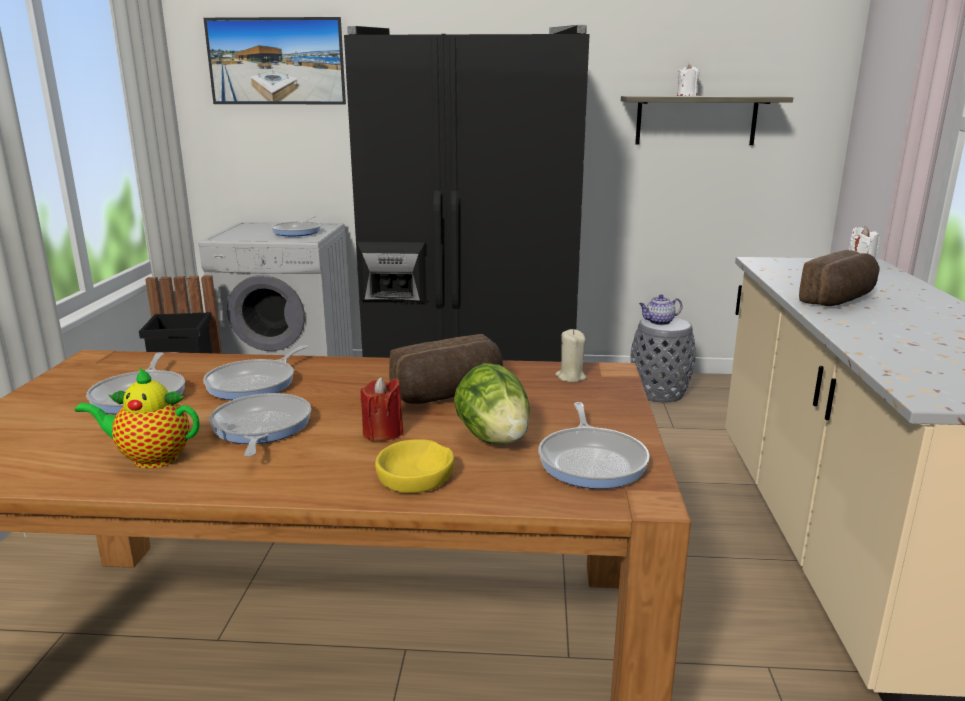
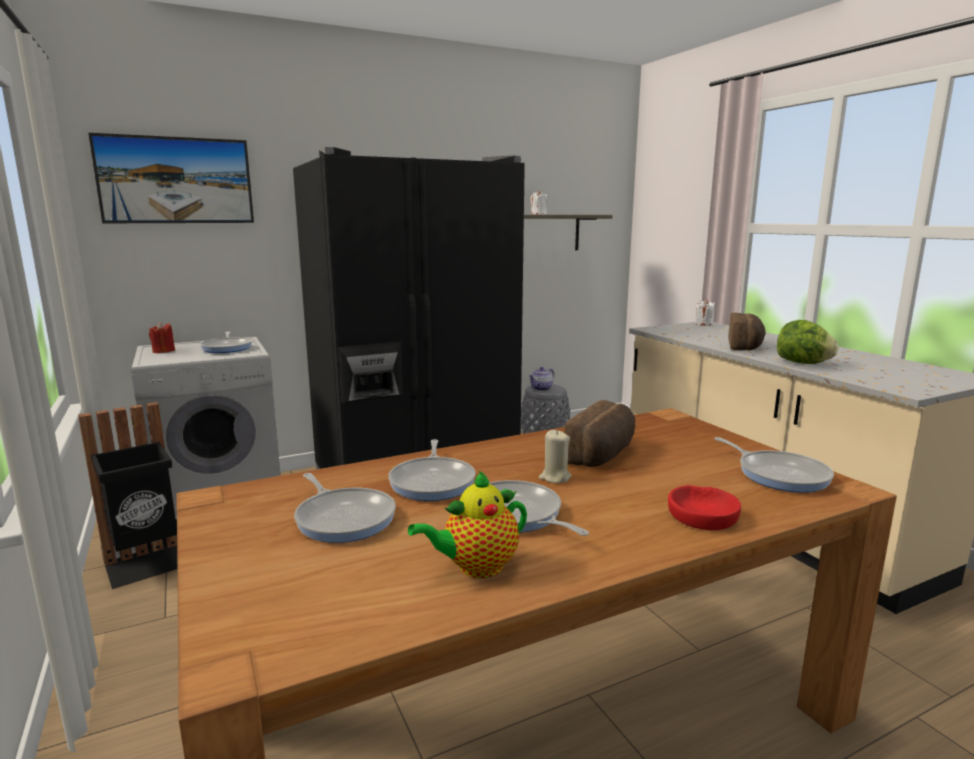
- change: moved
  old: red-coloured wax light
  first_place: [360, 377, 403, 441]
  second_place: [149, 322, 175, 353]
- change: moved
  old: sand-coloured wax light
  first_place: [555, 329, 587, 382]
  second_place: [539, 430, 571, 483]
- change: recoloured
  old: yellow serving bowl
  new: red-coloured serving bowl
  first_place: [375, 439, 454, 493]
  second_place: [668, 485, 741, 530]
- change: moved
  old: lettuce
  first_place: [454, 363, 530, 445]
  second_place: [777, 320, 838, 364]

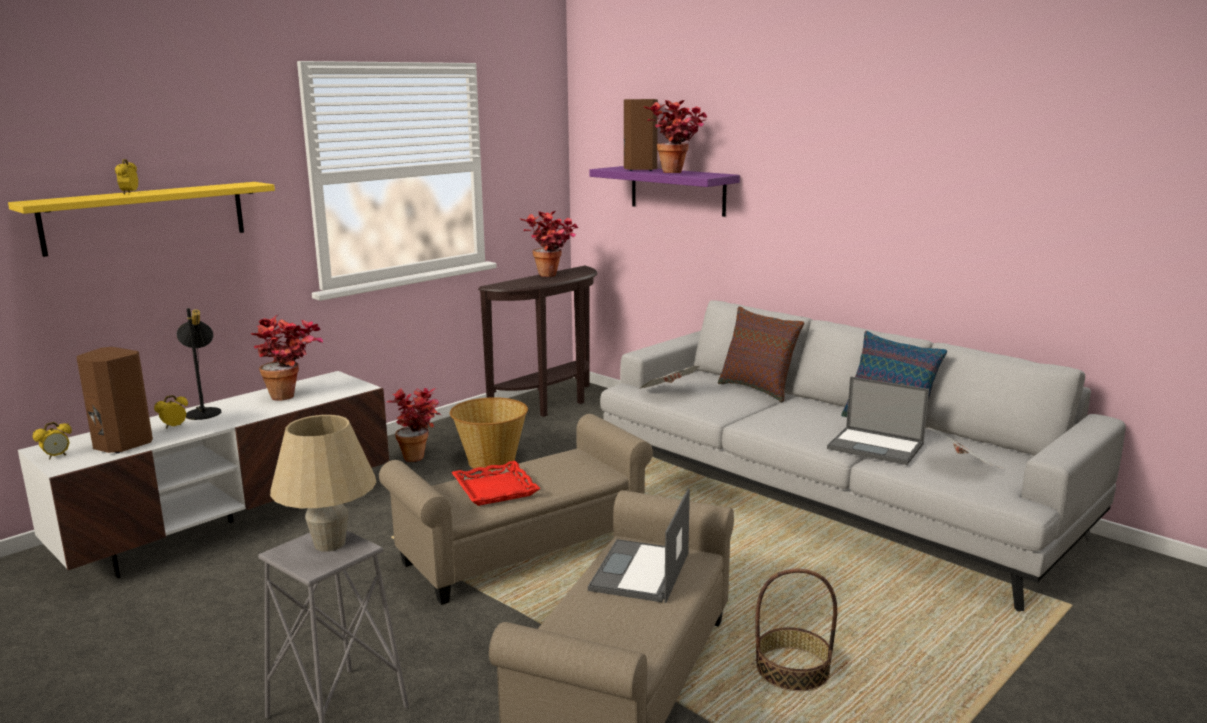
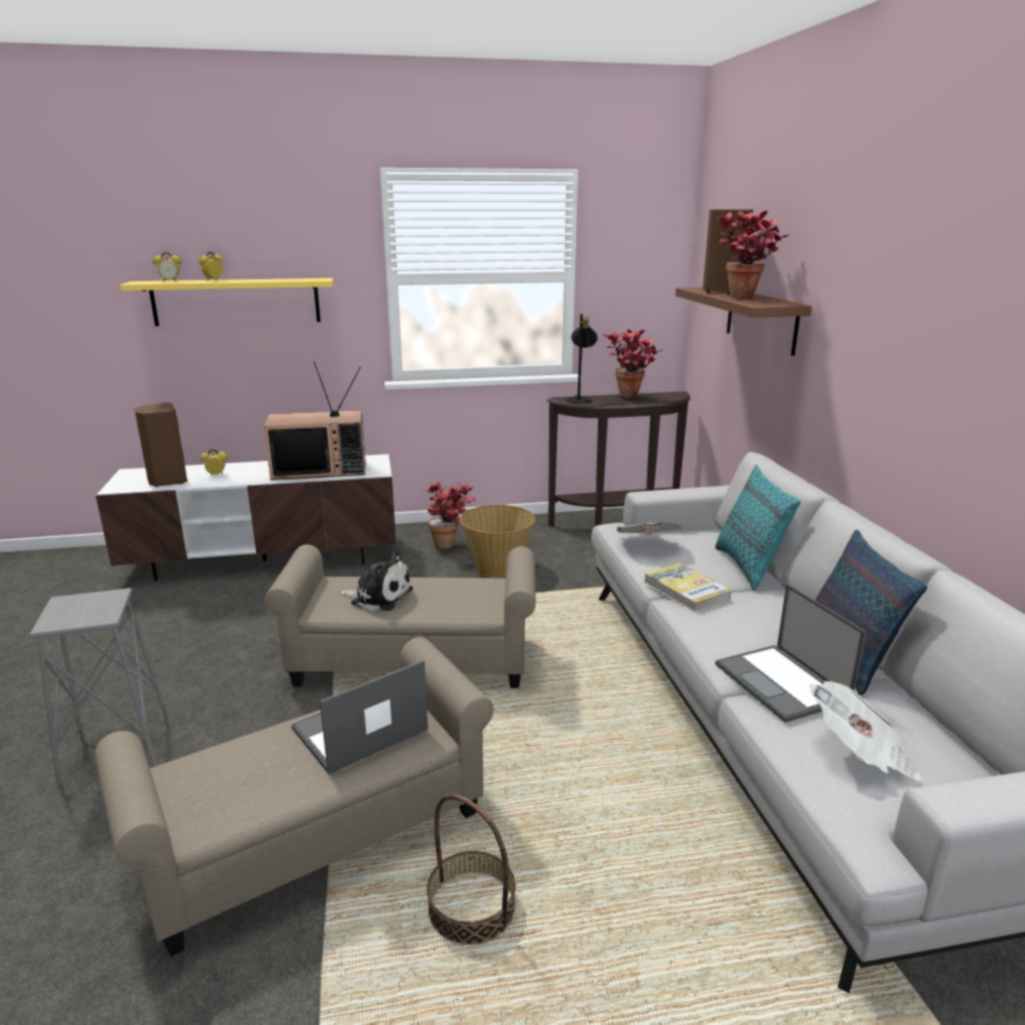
- change: moved
  old: bedside clock
  first_place: [32, 422, 72, 460]
  second_place: [153, 252, 182, 282]
- change: replaced
  old: plant in a pot
  new: TV set
  first_place: [250, 315, 323, 401]
  second_place: [264, 362, 365, 480]
- change: replaced
  old: red-coloured carrying tray
  new: cuddly toy
  first_place: [451, 461, 541, 506]
  second_place: [339, 551, 413, 611]
- change: moved
  old: black table lamp
  first_place: [176, 308, 221, 420]
  second_place: [566, 314, 598, 404]
- change: added
  new: book
  second_place: [644, 563, 731, 612]
- change: recoloured
  old: purple bracket shelf
  new: brown bracket shelf
  first_place: [589, 166, 740, 217]
  second_place: [675, 287, 812, 356]
- change: recoloured
  old: brown pillow
  new: turquoise-coloured pillow
  first_place: [718, 306, 804, 402]
  second_place: [715, 465, 801, 590]
- change: removed
  old: sand-coloured table lamp
  first_place: [270, 415, 376, 552]

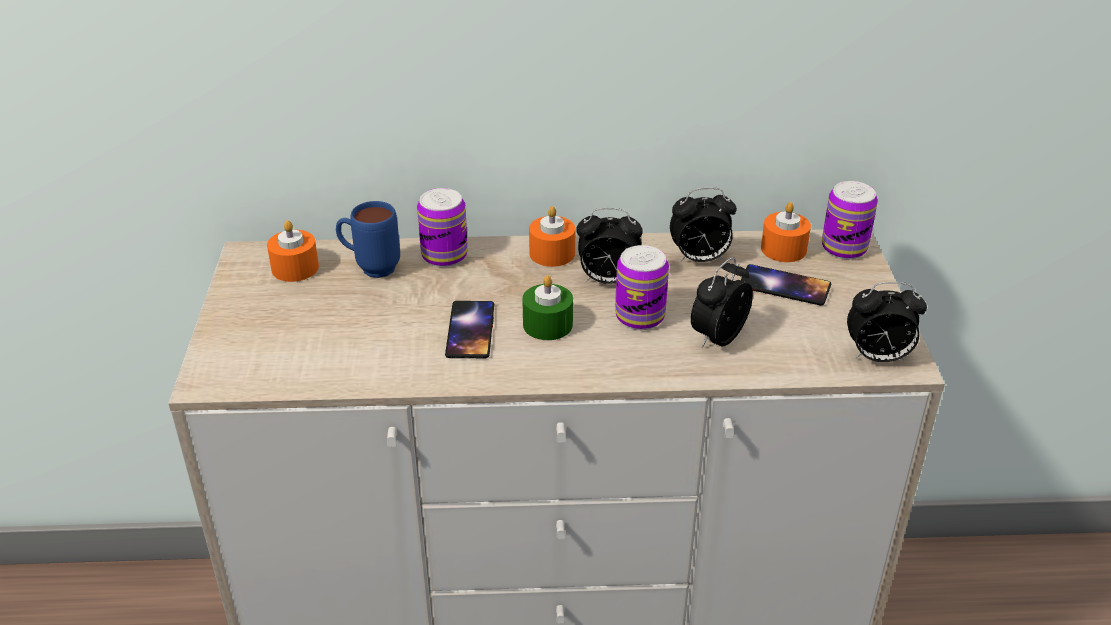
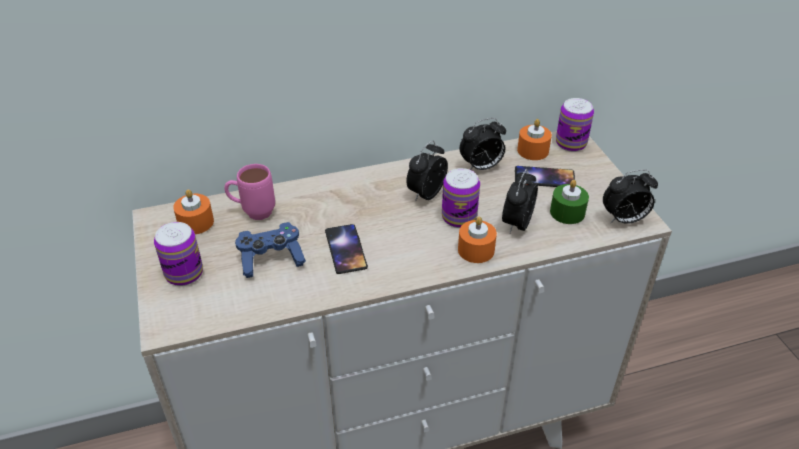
- change: moved
  old: can
  first_place: [417, 188, 468, 267]
  second_place: [154, 222, 203, 286]
- change: recoloured
  old: bluish coffee mug
  new: pink coffee mug
  first_place: [336, 201, 400, 278]
  second_place: [224, 164, 275, 220]
- change: added
  new: bluish gamepad
  second_place: [235, 222, 306, 278]
- change: turned
  old: bedside clock
  first_place: [576, 208, 643, 284]
  second_place: [406, 141, 448, 202]
  degrees: 135
- change: moved
  old: orange wax light
  first_place: [529, 206, 575, 267]
  second_place: [458, 217, 497, 263]
- change: moved
  old: green wax light
  first_place: [522, 275, 573, 340]
  second_place: [550, 180, 589, 224]

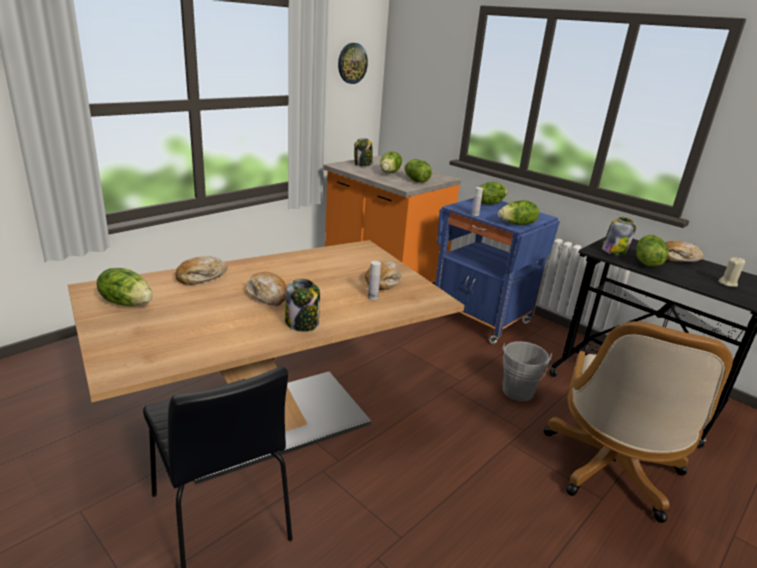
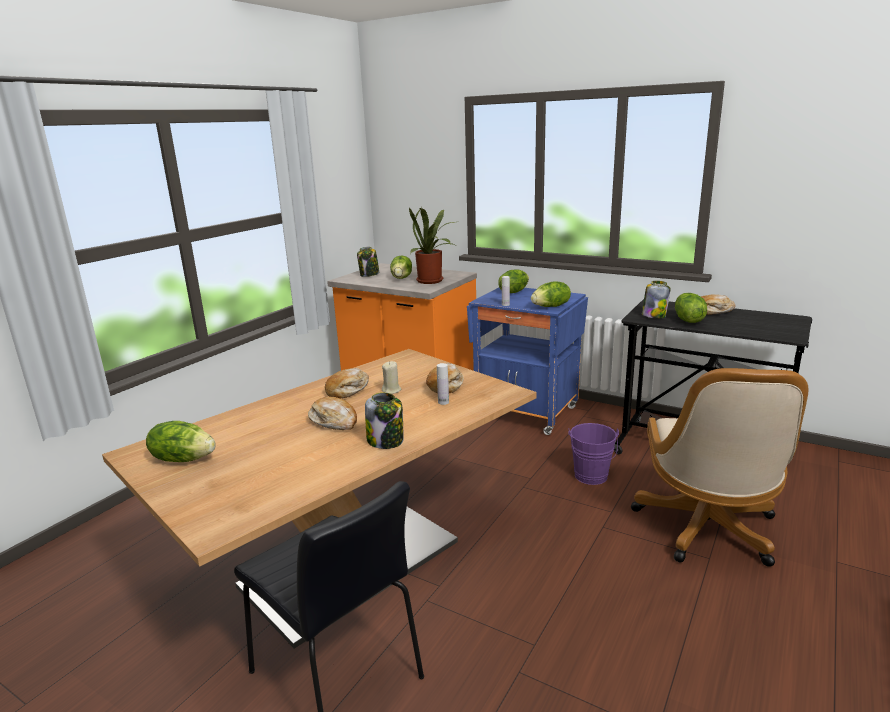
- change: moved
  old: bakery bread
  first_place: [175, 257, 228, 285]
  second_place: [325, 368, 369, 398]
- change: moved
  old: sand-coloured wax light
  first_place: [718, 257, 745, 287]
  second_place: [382, 361, 401, 394]
- change: replaced
  old: lettuce
  new: plant in a pot
  first_place: [404, 159, 432, 182]
  second_place: [409, 207, 455, 284]
- change: recoloured
  old: grey pail
  new: purple pail
  first_place: [502, 341, 552, 401]
  second_place: [568, 423, 619, 485]
- change: removed
  old: wall clock
  first_place: [338, 43, 368, 84]

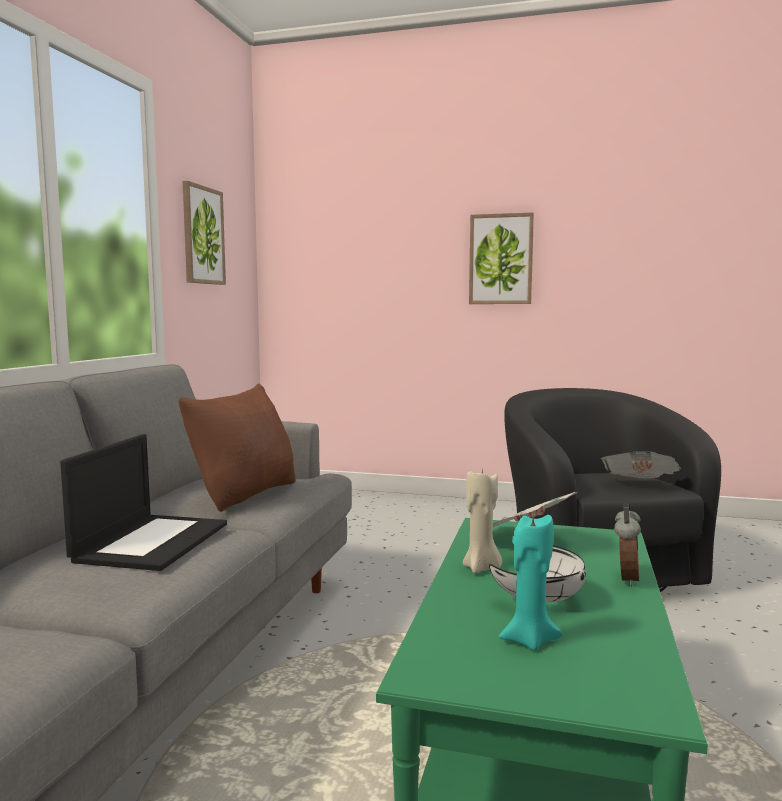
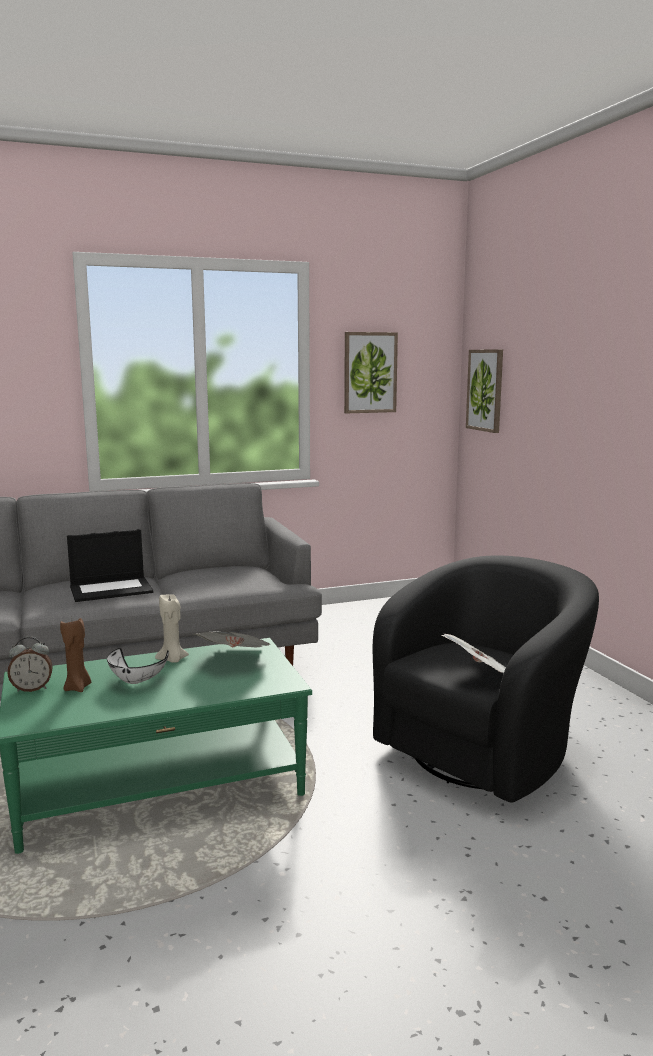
- change: moved
  old: bedside clock
  first_place: [614, 503, 641, 587]
  second_place: [7, 636, 53, 692]
- change: recoloured
  old: turquoise-coloured wax light
  new: brown wax light
  first_place: [499, 515, 562, 651]
  second_place: [60, 616, 91, 692]
- change: moved
  old: wall art
  first_place: [469, 213, 534, 304]
  second_place: [466, 349, 503, 433]
- change: removed
  old: brown pillow
  first_place: [179, 383, 296, 512]

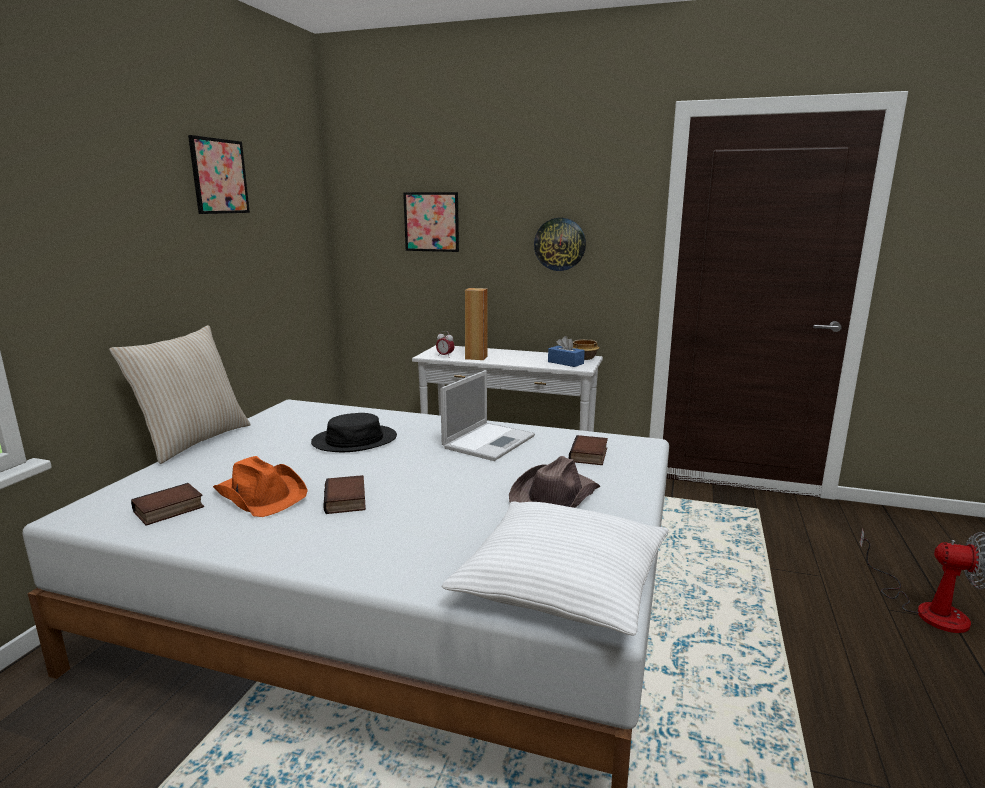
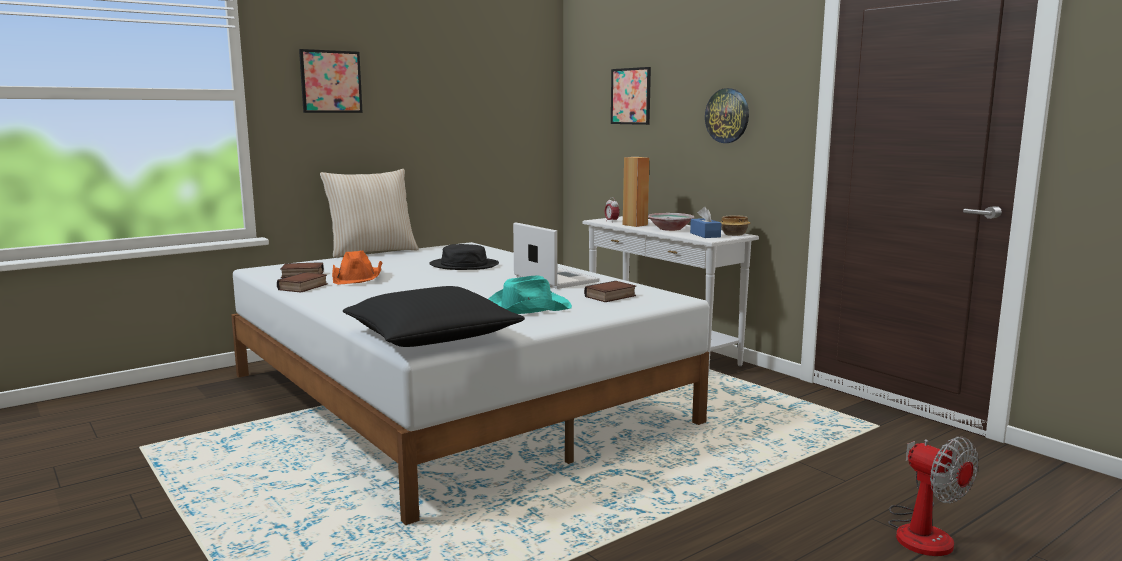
- change: moved
  old: book
  first_place: [323, 475, 366, 514]
  second_place: [277, 272, 328, 293]
- change: moved
  old: wall art
  first_place: [188, 135, 250, 214]
  second_place: [299, 49, 363, 113]
- change: recoloured
  old: white-coloured pillow
  new: black pillow
  first_place: [442, 501, 669, 636]
  second_place: [343, 286, 525, 347]
- change: recoloured
  old: brown wearable hat
  new: turquoise-coloured wearable hat
  first_place: [509, 456, 601, 508]
  second_place: [488, 275, 572, 314]
- change: turned
  old: laptop
  first_place: [440, 370, 535, 461]
  second_place: [513, 222, 600, 289]
  degrees: -105
- change: added
  new: serving bowl
  second_place: [648, 213, 694, 231]

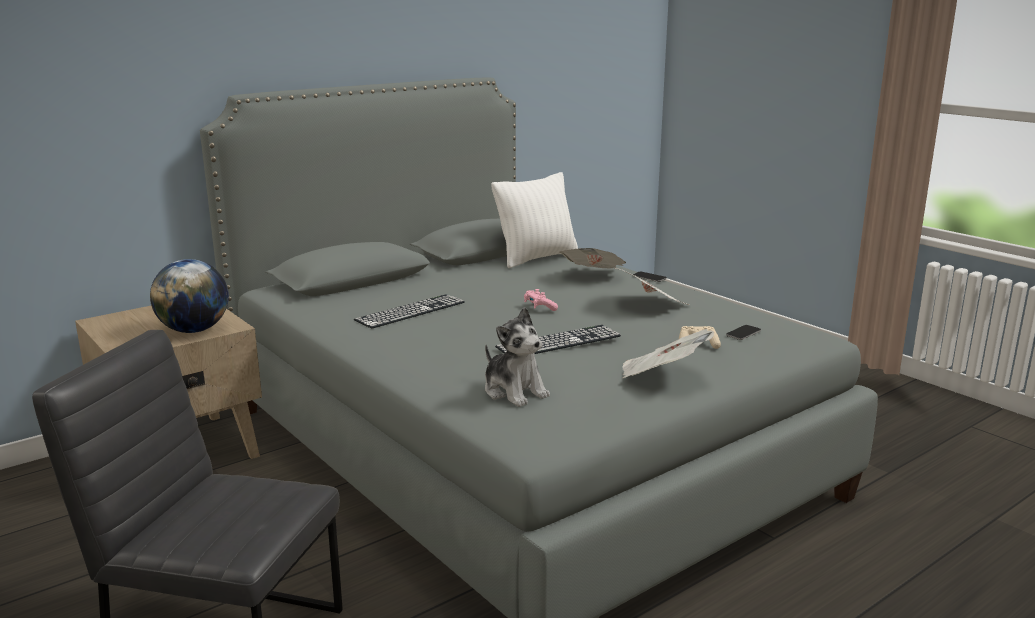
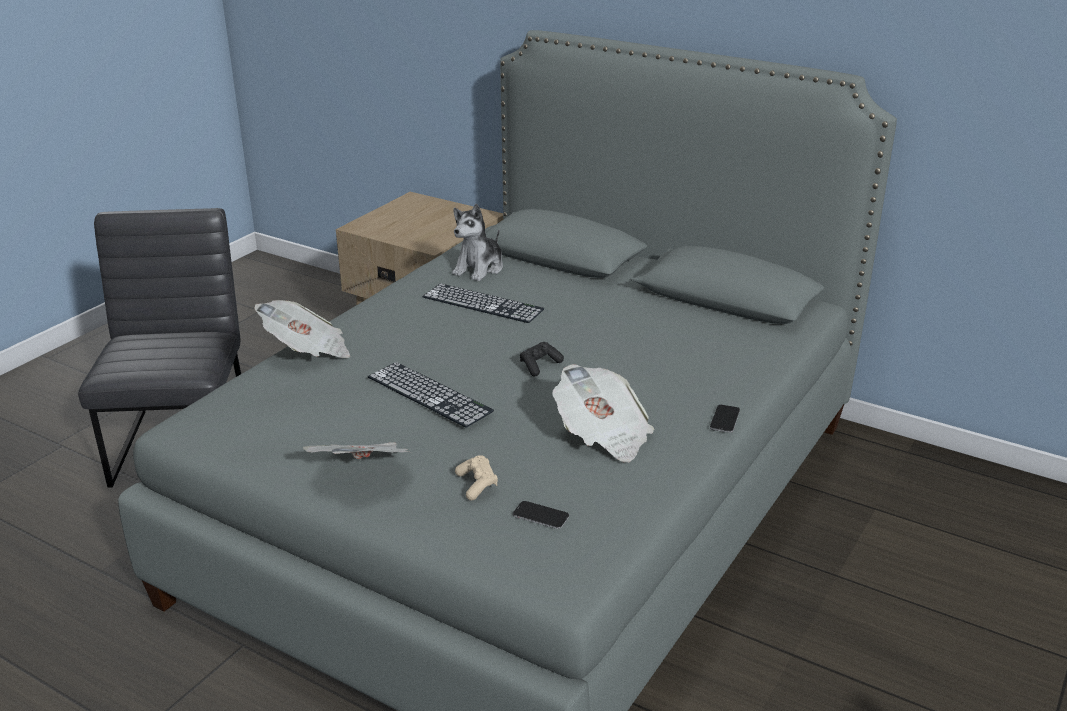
- change: moved
  old: newspaper
  first_place: [559, 248, 626, 268]
  second_place: [255, 300, 351, 358]
- change: moved
  old: cuddly toy
  first_place: [485, 307, 550, 407]
  second_place: [452, 204, 503, 281]
- change: recoloured
  old: pink gamepad
  new: black gamepad
  first_place: [524, 289, 558, 311]
  second_place: [520, 342, 564, 376]
- change: removed
  old: world globe
  first_place: [150, 259, 229, 333]
- change: removed
  old: white-coloured pillow
  first_place: [491, 172, 578, 268]

